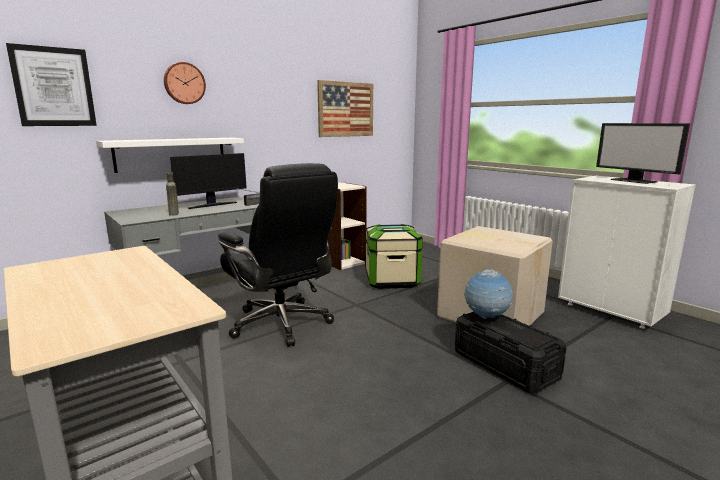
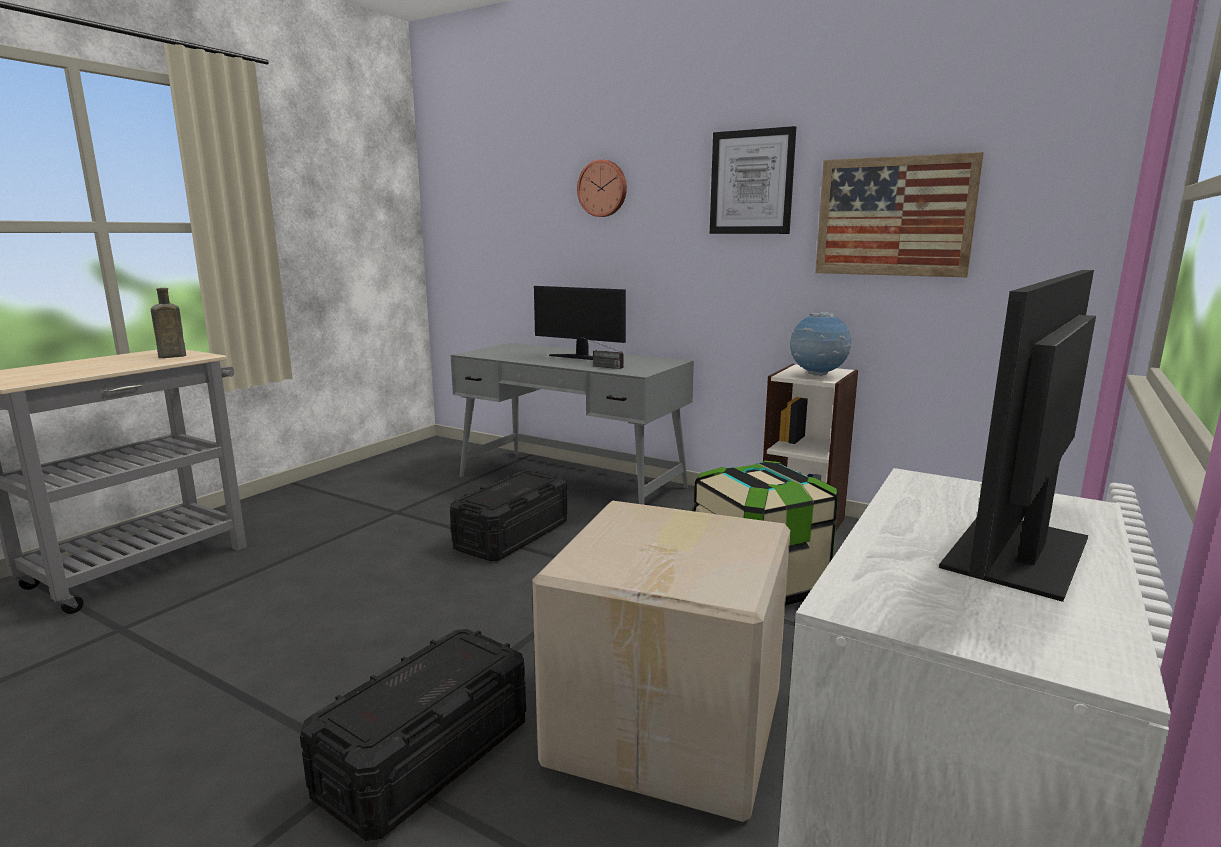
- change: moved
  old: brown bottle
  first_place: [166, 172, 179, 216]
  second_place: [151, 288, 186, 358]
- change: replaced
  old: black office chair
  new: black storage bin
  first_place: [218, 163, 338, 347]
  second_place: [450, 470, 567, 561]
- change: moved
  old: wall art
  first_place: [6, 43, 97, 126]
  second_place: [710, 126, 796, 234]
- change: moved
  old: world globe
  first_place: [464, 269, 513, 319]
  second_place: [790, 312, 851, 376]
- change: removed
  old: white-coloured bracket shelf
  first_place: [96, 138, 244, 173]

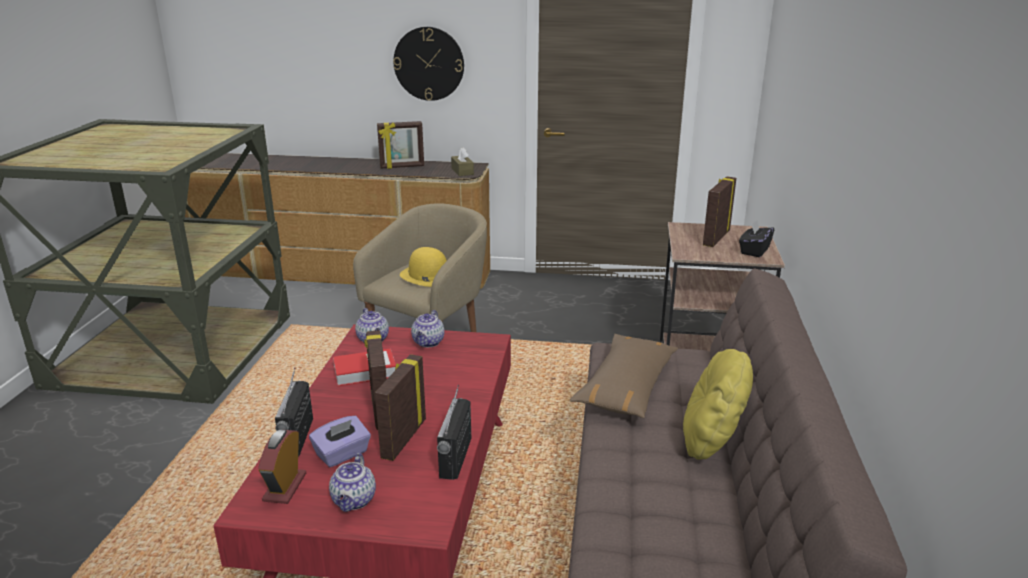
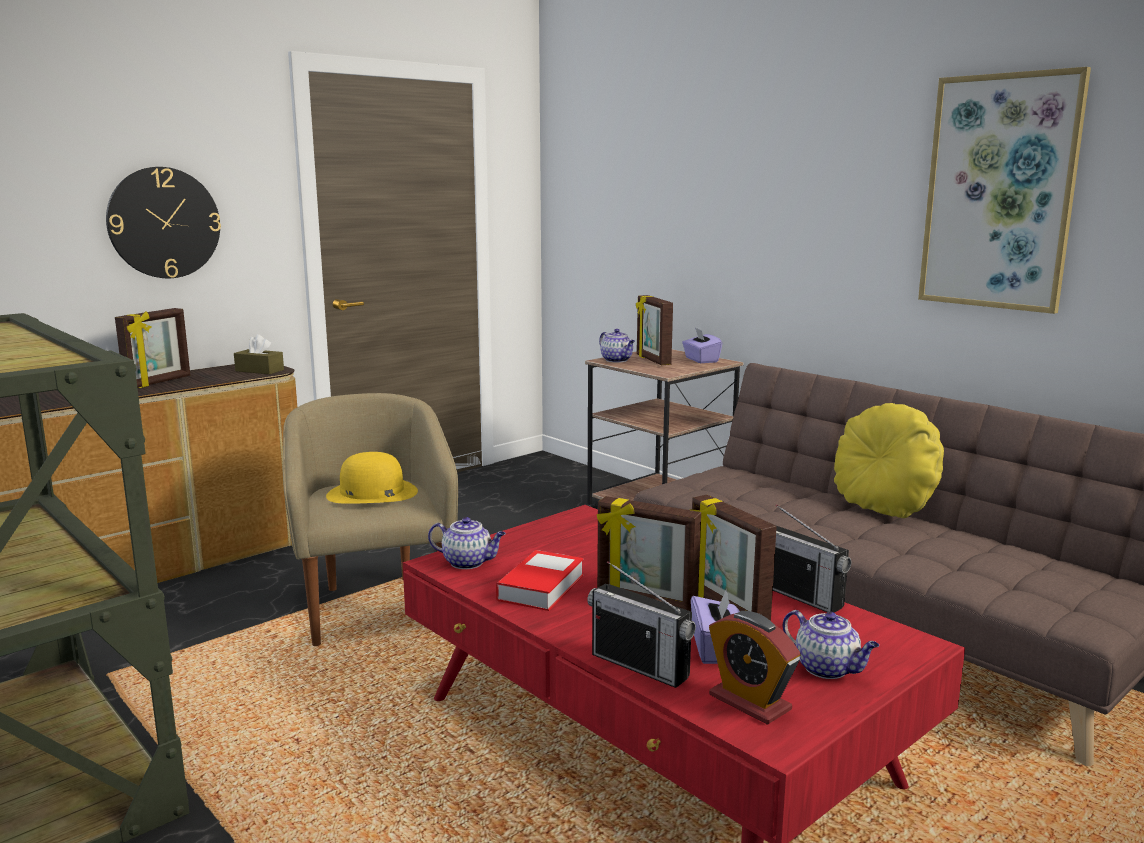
- change: moved
  old: teapot
  first_place: [411, 310, 444, 347]
  second_place: [599, 329, 635, 363]
- change: recoloured
  old: black tissue box
  new: purple tissue box
  first_place: [739, 219, 774, 257]
  second_place: [682, 328, 723, 363]
- change: added
  new: wall art
  second_place: [918, 67, 1091, 314]
- change: removed
  old: brown pillow
  first_place: [570, 334, 678, 418]

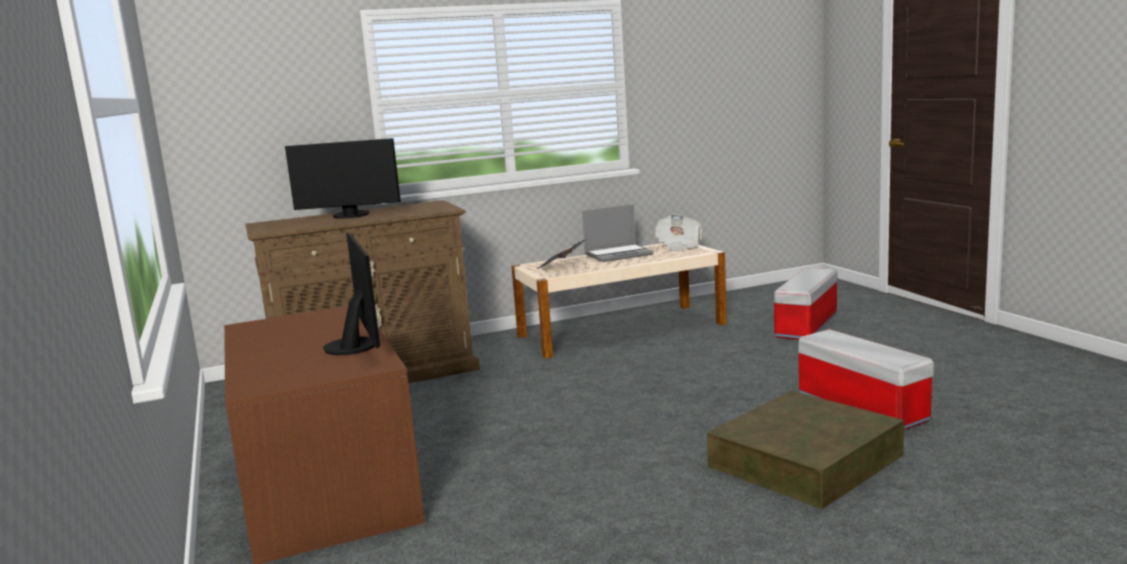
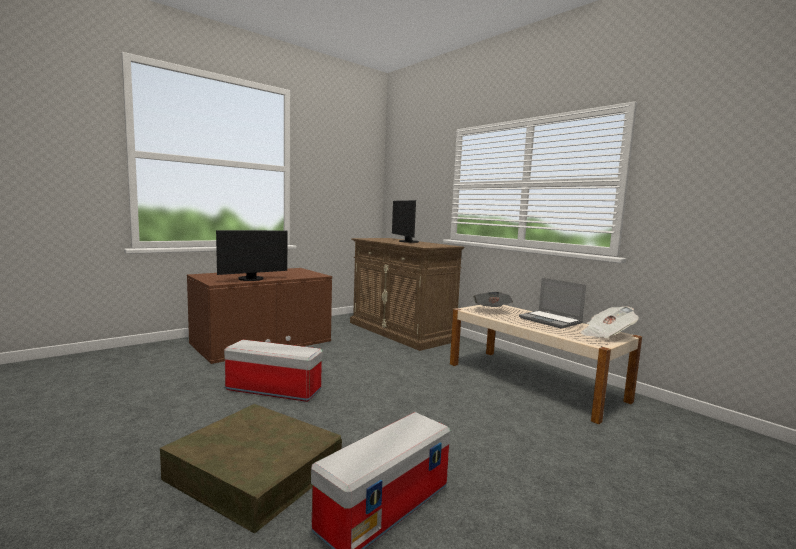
- change: moved
  old: storage bin
  first_place: [774, 268, 837, 340]
  second_place: [224, 340, 323, 402]

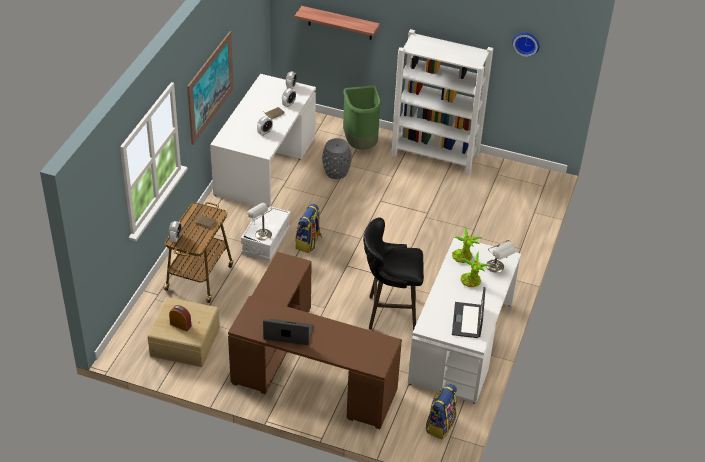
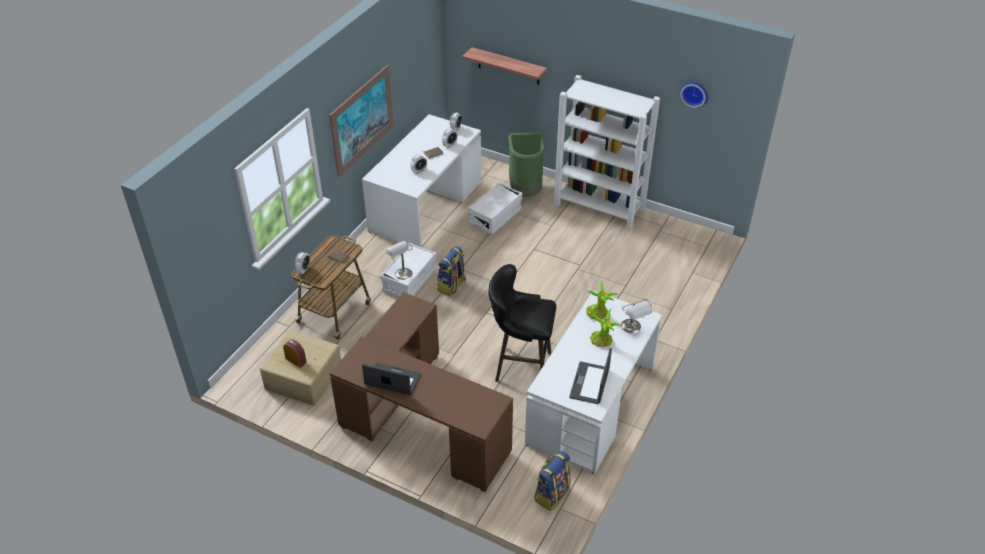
- change: replaced
  old: grey stool seat
  new: white-coloured storage bin
  first_place: [322, 138, 352, 179]
  second_place: [468, 182, 522, 235]

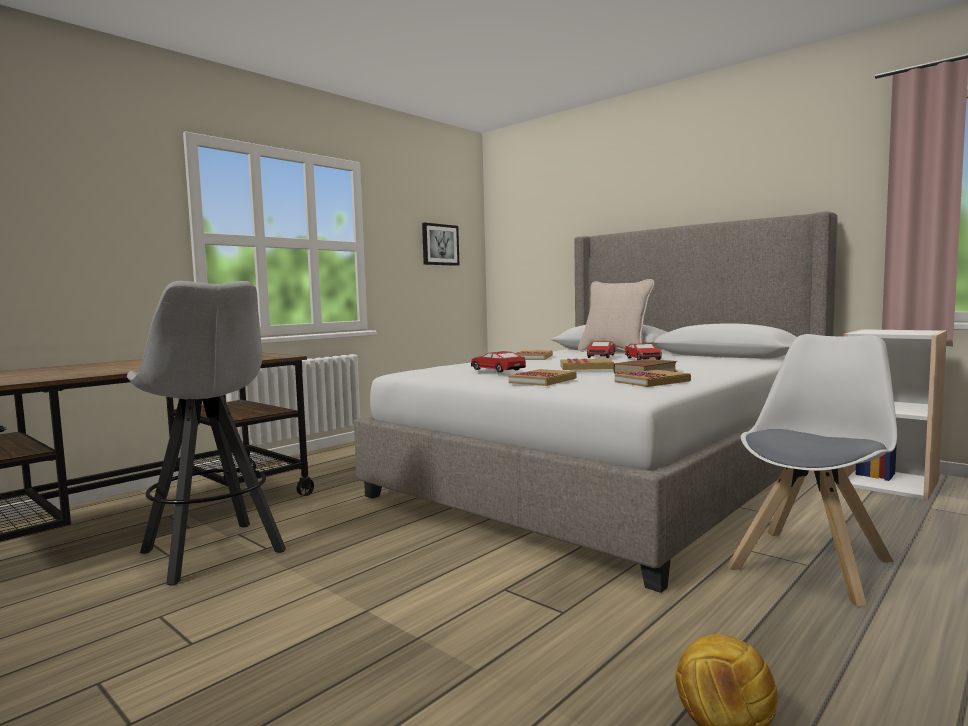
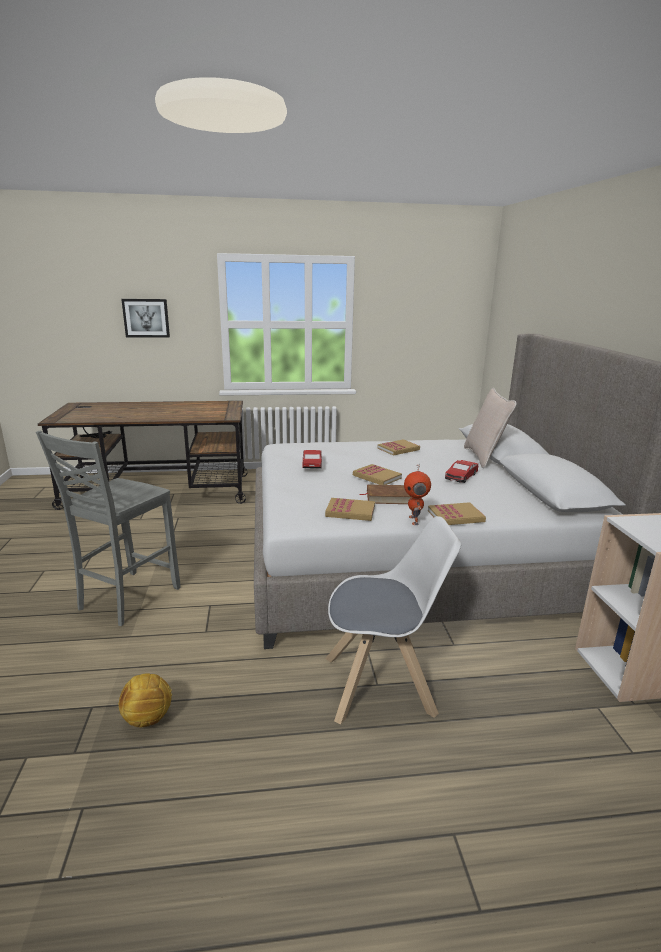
- change: added
  new: grey upright chair
  second_place: [36, 431, 181, 626]
- change: moved
  old: wall art
  first_place: [422, 223, 459, 266]
  second_place: [121, 299, 170, 338]
- change: added
  new: robot figure
  second_place: [404, 465, 431, 525]
- change: moved
  old: book
  first_place: [509, 369, 577, 386]
  second_place: [428, 502, 486, 525]
- change: removed
  old: grey stool seat
  first_place: [127, 281, 286, 586]
- change: removed
  old: model car
  first_place: [587, 341, 616, 358]

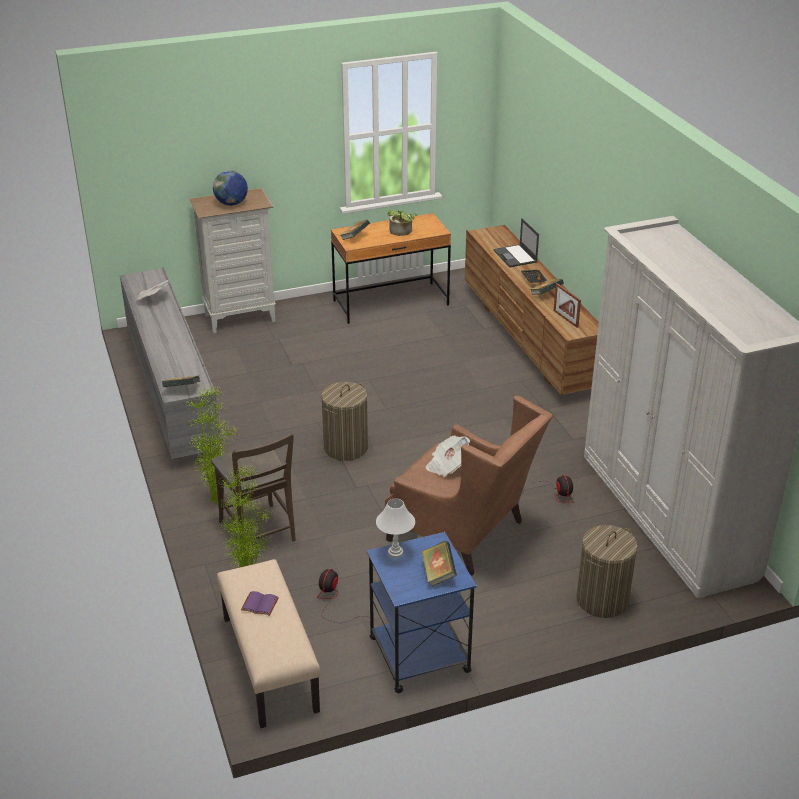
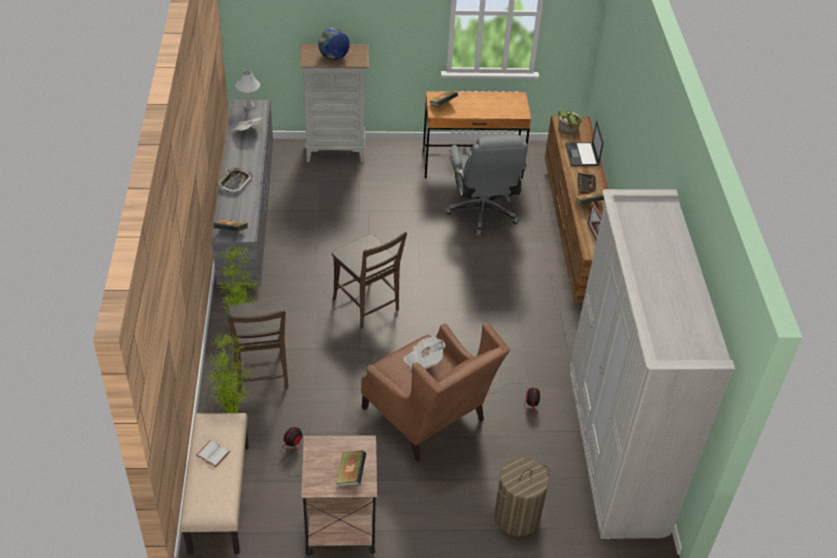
- change: recoloured
  old: purple book
  new: white-coloured book
  first_place: [241, 591, 279, 616]
  second_place: [196, 440, 230, 467]
- change: added
  new: carrying tray
  second_place: [217, 168, 253, 193]
- change: moved
  old: white-coloured table lamp
  first_place: [376, 498, 415, 558]
  second_place: [236, 70, 260, 110]
- change: recoloured
  old: bluish cart
  new: brown cart
  first_place: [367, 532, 477, 693]
  second_place: [301, 436, 377, 556]
- change: replaced
  old: laundry basket
  new: brown upright chair
  first_place: [321, 382, 368, 461]
  second_place: [332, 232, 407, 329]
- change: added
  new: grey office chair
  second_place: [445, 134, 528, 236]
- change: moved
  old: plant in a pot
  first_place: [387, 210, 418, 236]
  second_place: [558, 110, 586, 135]

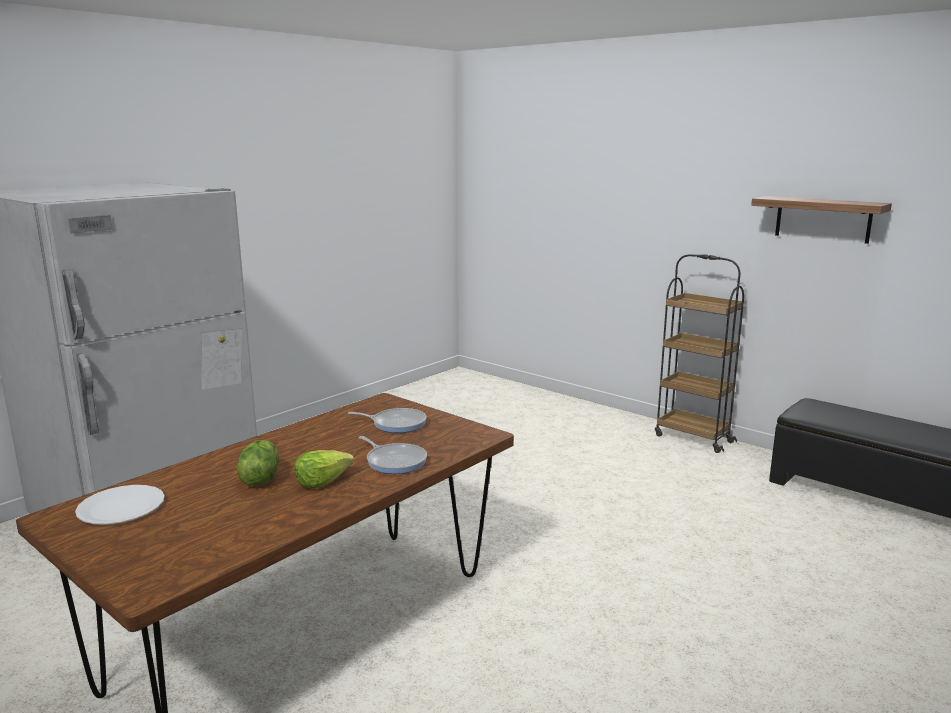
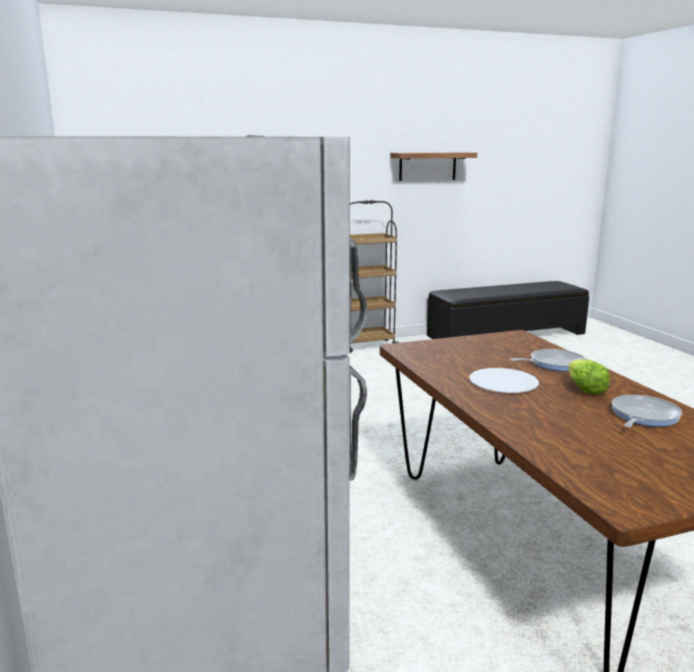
- change: moved
  old: white-coloured plate
  first_place: [75, 485, 165, 525]
  second_place: [469, 368, 539, 393]
- change: moved
  old: skillet
  first_place: [348, 408, 427, 433]
  second_place: [612, 395, 682, 427]
- change: removed
  old: lettuce
  first_place: [237, 440, 279, 486]

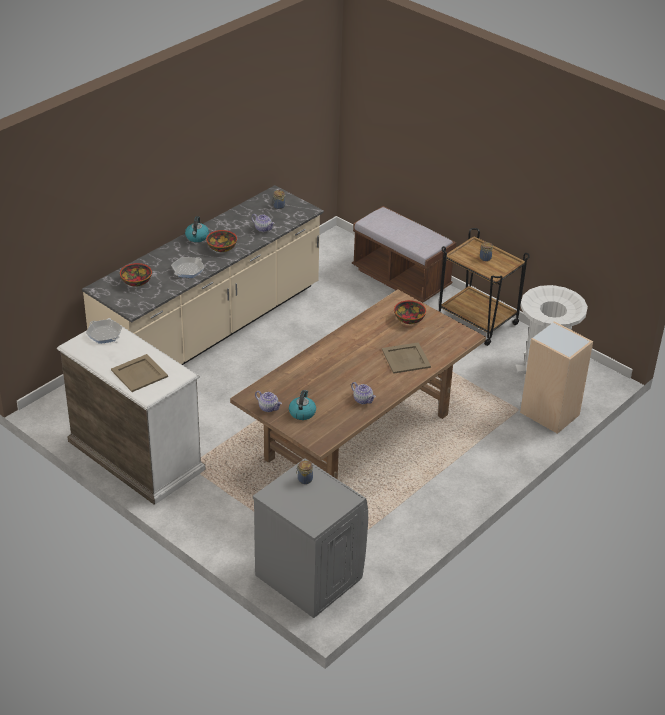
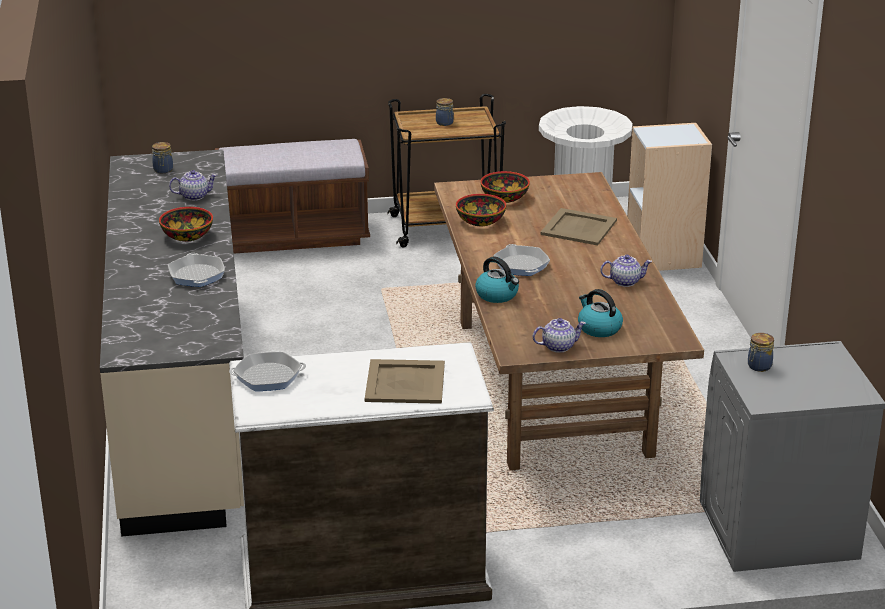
- change: moved
  old: serving bowl
  first_place: [120, 263, 152, 287]
  second_place: [456, 194, 506, 226]
- change: moved
  old: kettle
  first_place: [185, 216, 209, 242]
  second_place: [475, 256, 519, 303]
- change: added
  new: skillet
  second_place: [493, 244, 550, 276]

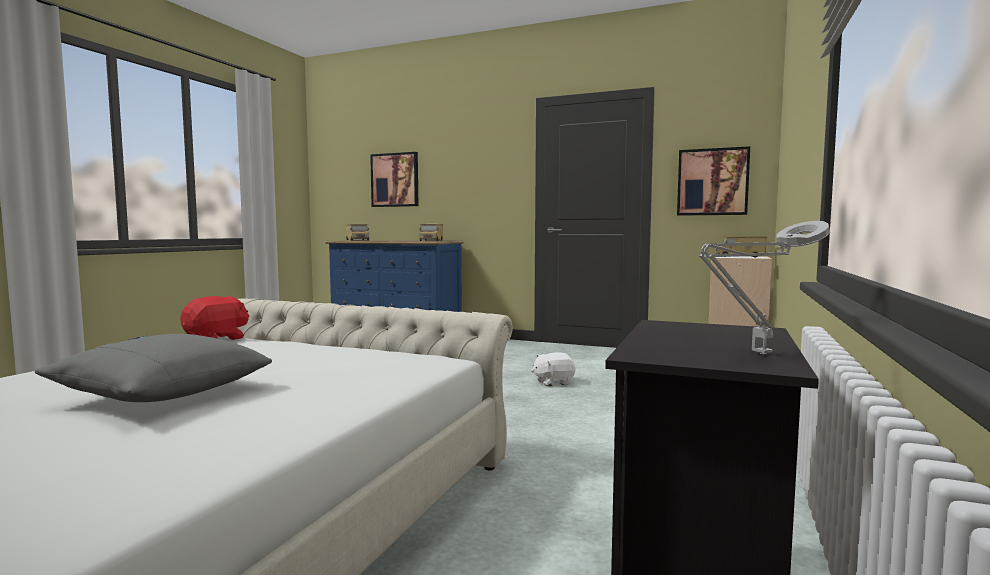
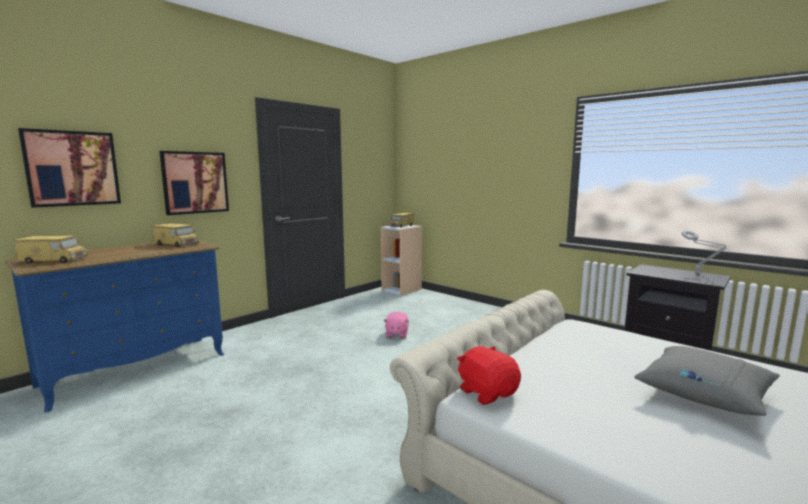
- change: moved
  old: wall art
  first_place: [677, 146, 750, 216]
  second_place: [159, 151, 229, 215]
- change: recoloured
  old: white-coloured cuddly toy
  new: pink cuddly toy
  first_place: [531, 352, 575, 386]
  second_place: [383, 312, 409, 338]

